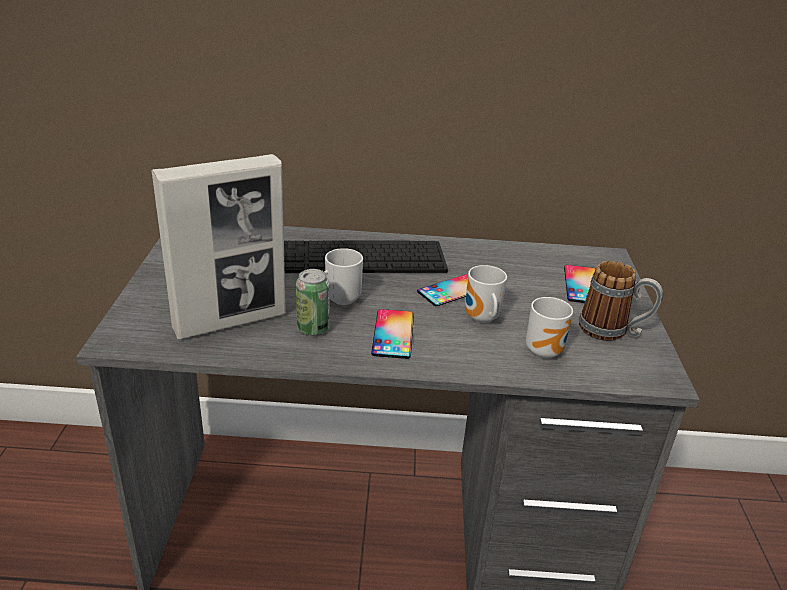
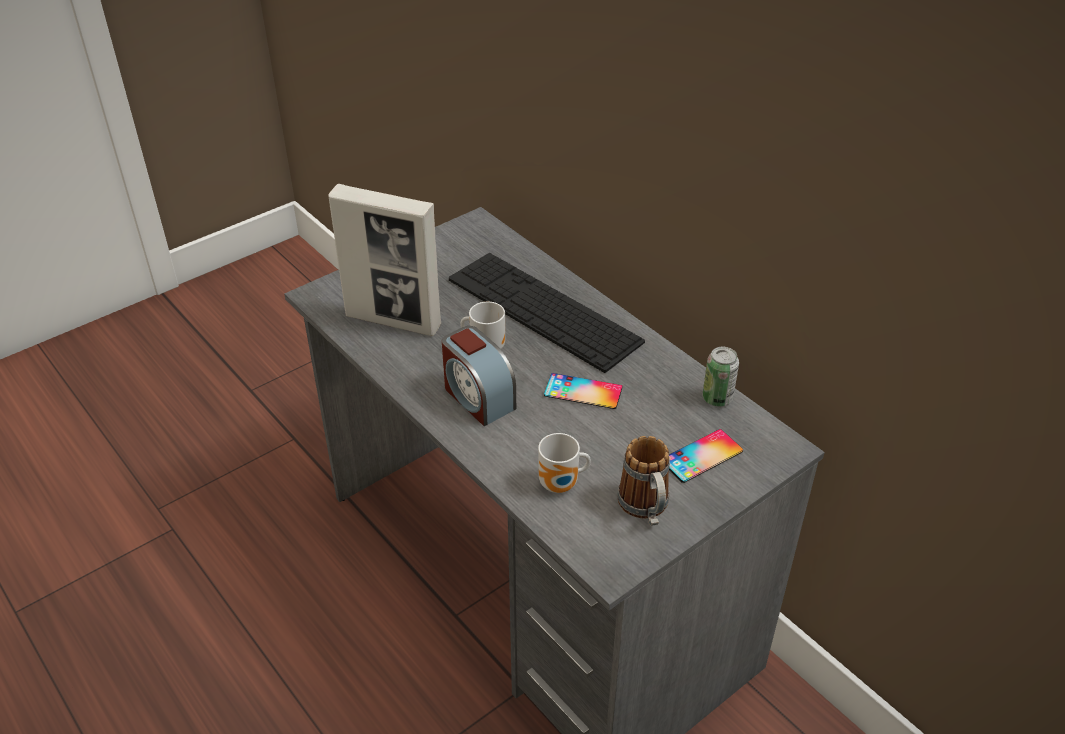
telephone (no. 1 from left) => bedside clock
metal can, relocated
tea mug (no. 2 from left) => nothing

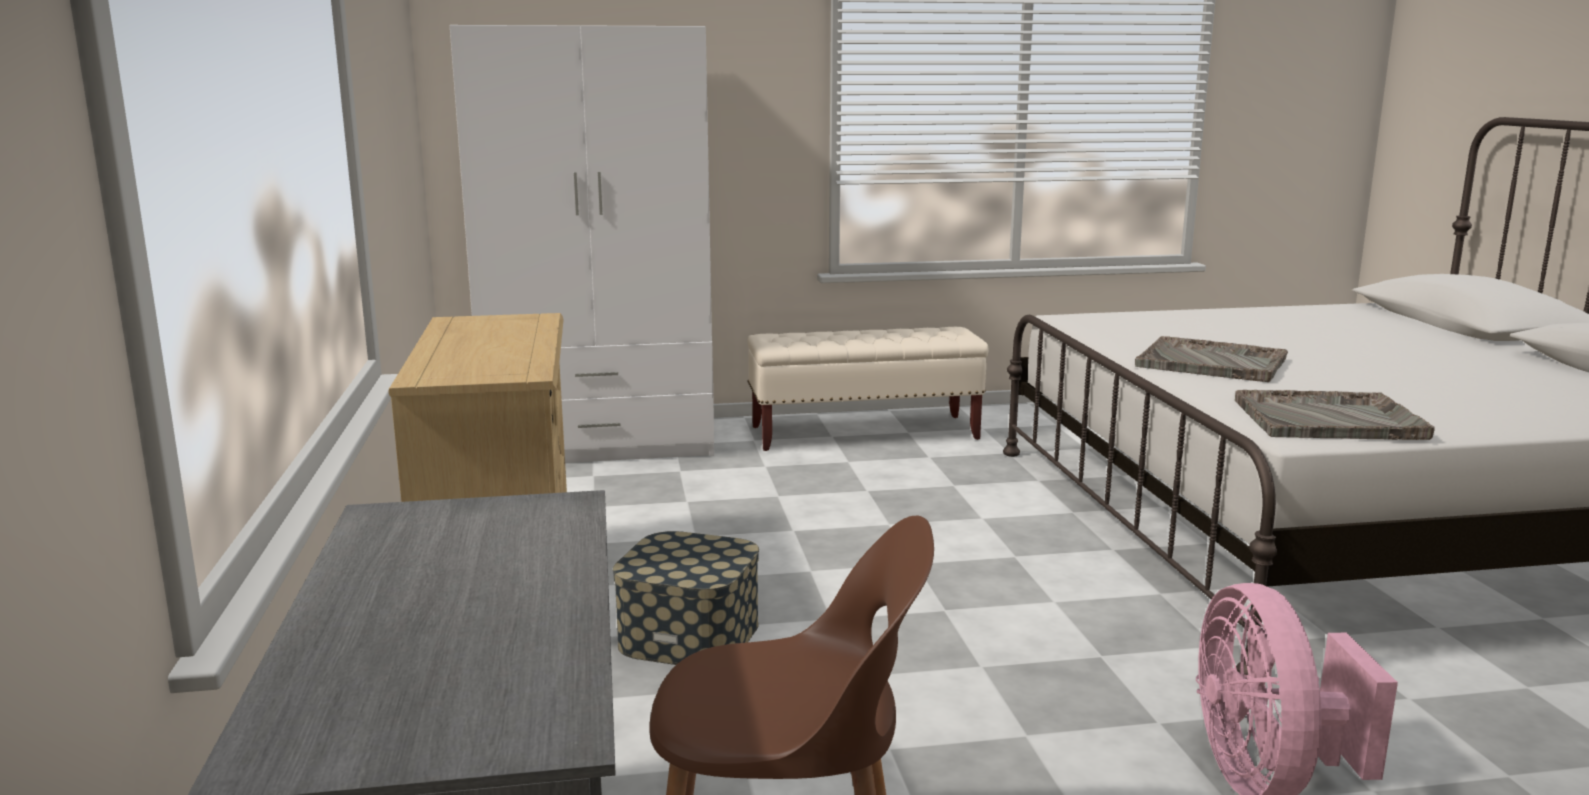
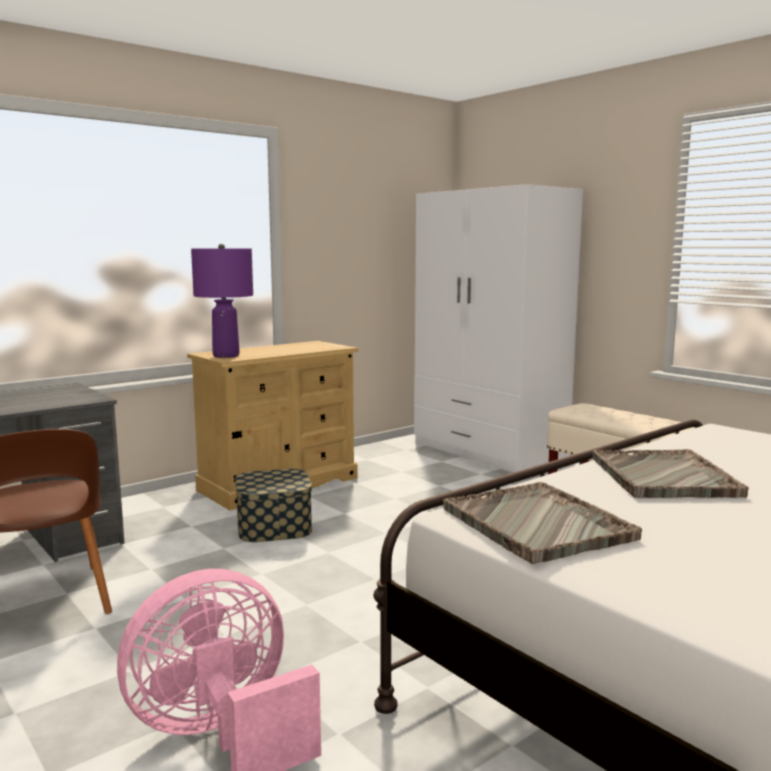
nothing => purplish lamp for a table

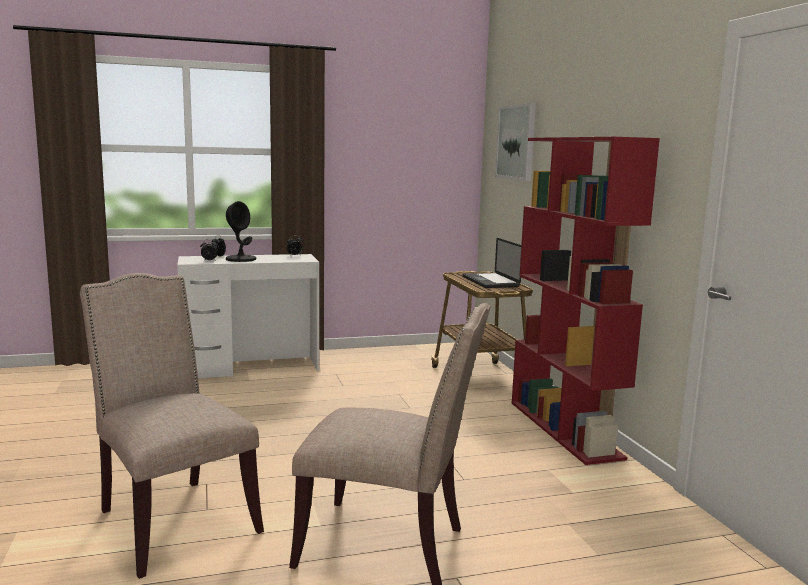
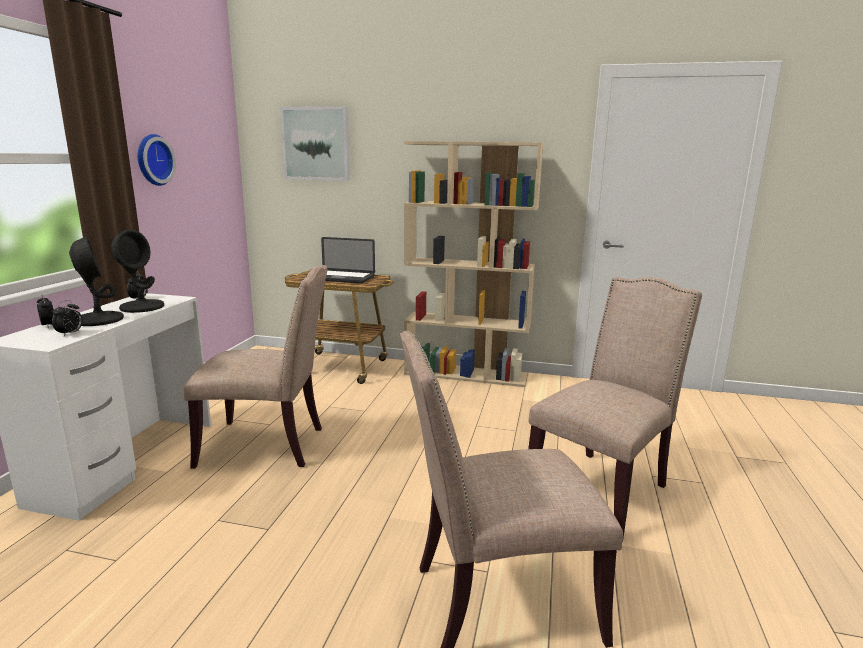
nothing => black lamp for a table (no. 2 from left)
nothing => clock on the wall
nothing => beige-coloured upright chair (no. 1 from left)
red-coloured bookcase => beige-coloured bookcase

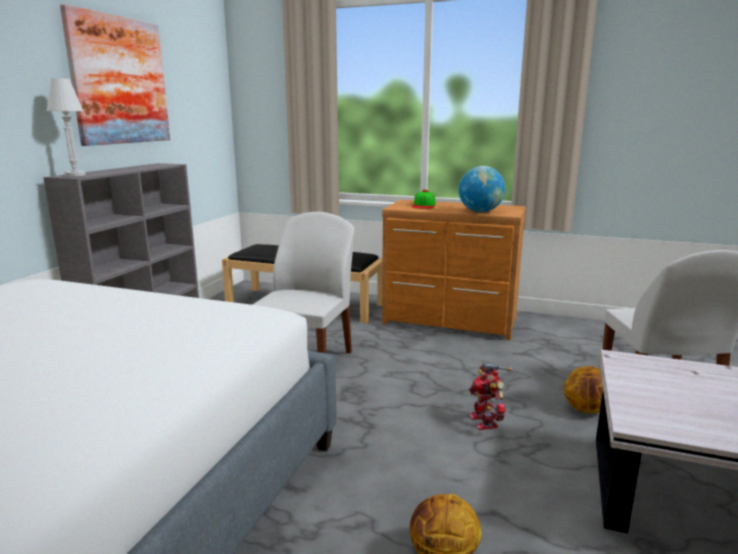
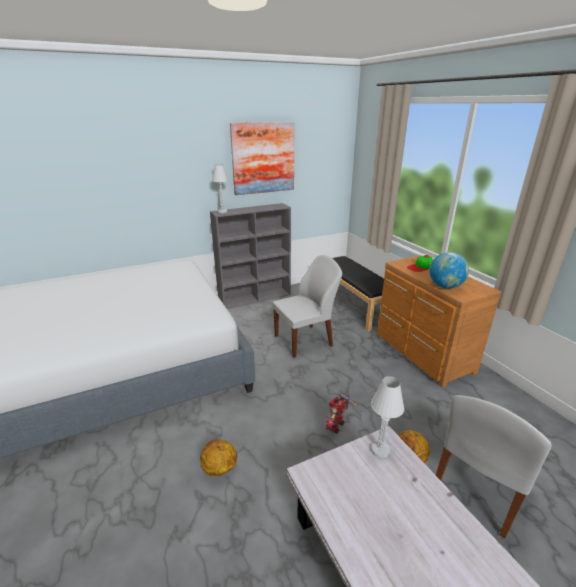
nothing => white lamp for a table (no. 2 from left)

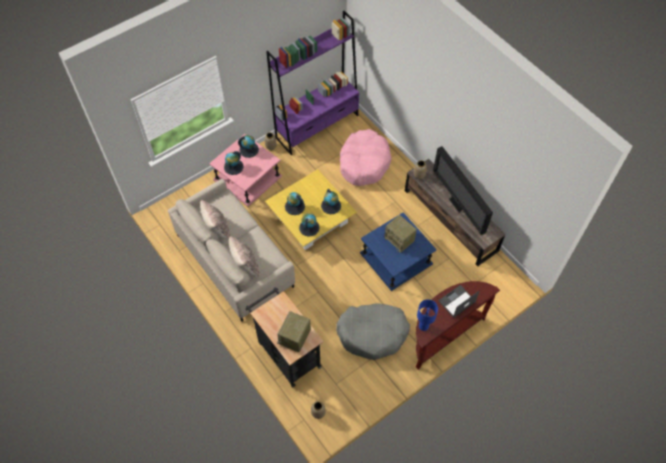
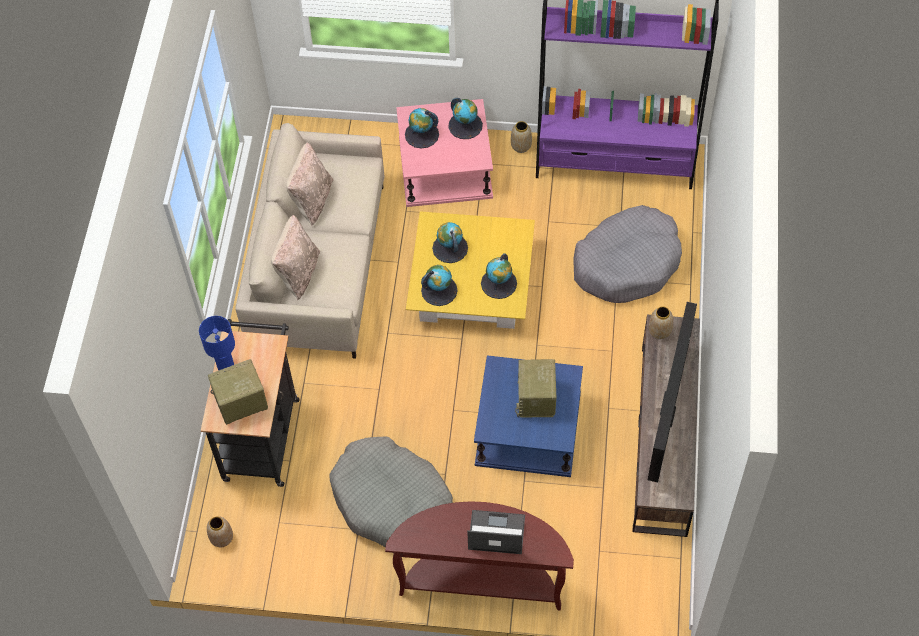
blue-coloured lamp for a table, relocated
pink-coloured pet bed => gray pet bed (no. 2 from left)

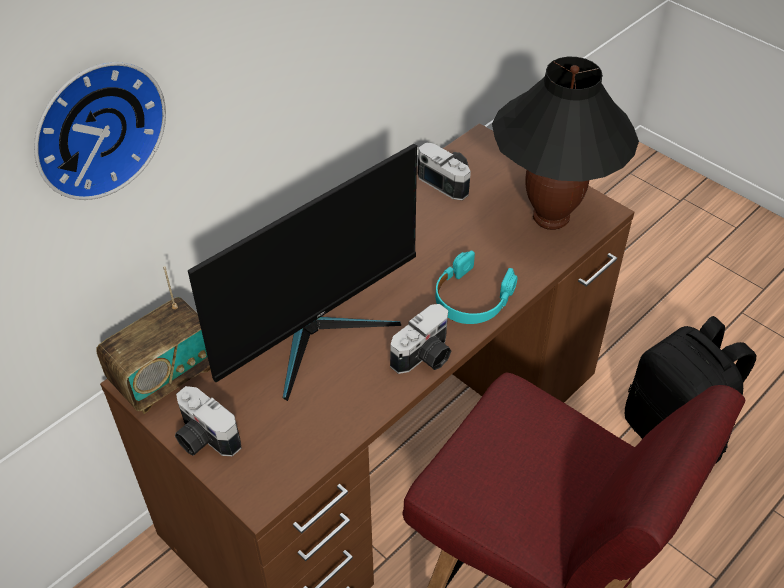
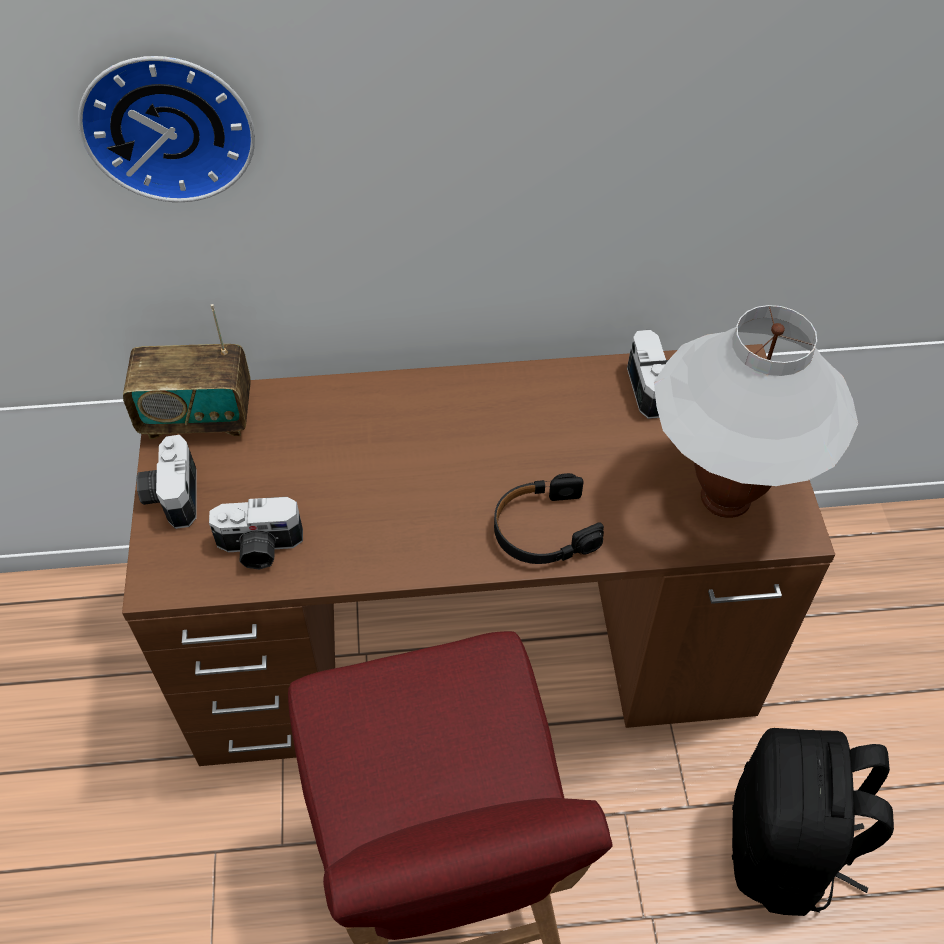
photo camera (no. 2 from left), relocated
blue-green pair of headphones => black pair of headphones
black lamp for a table => white lamp for a table
computer display => nothing

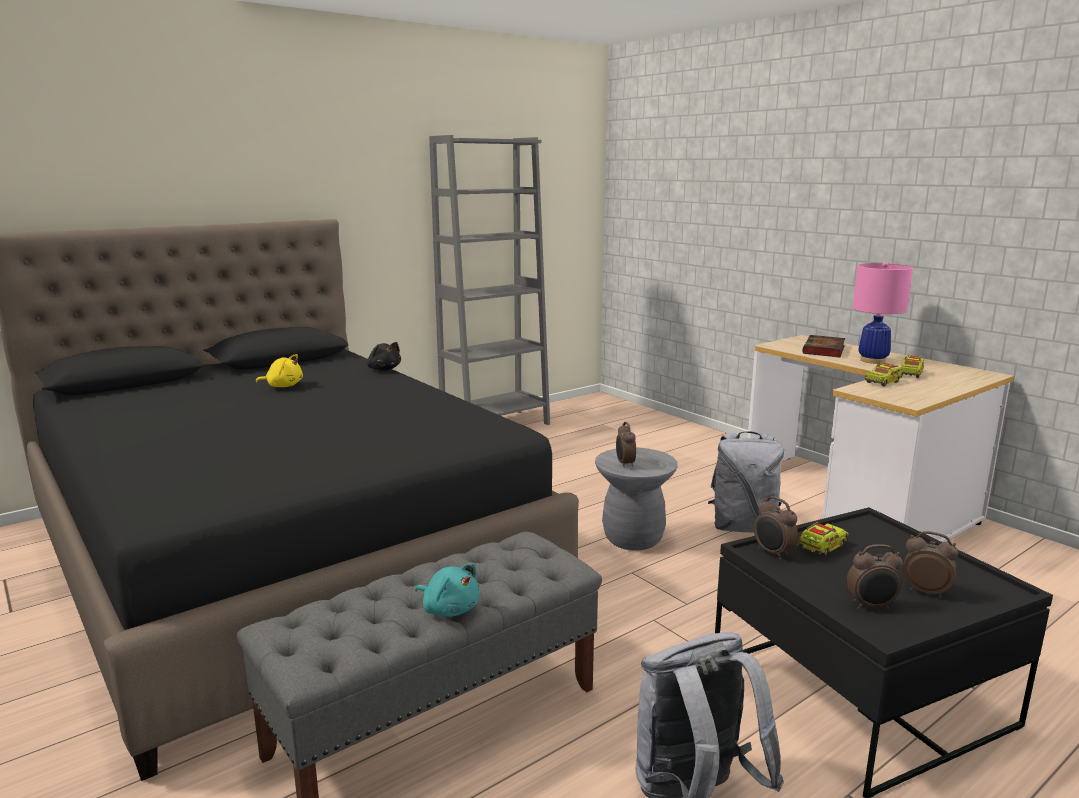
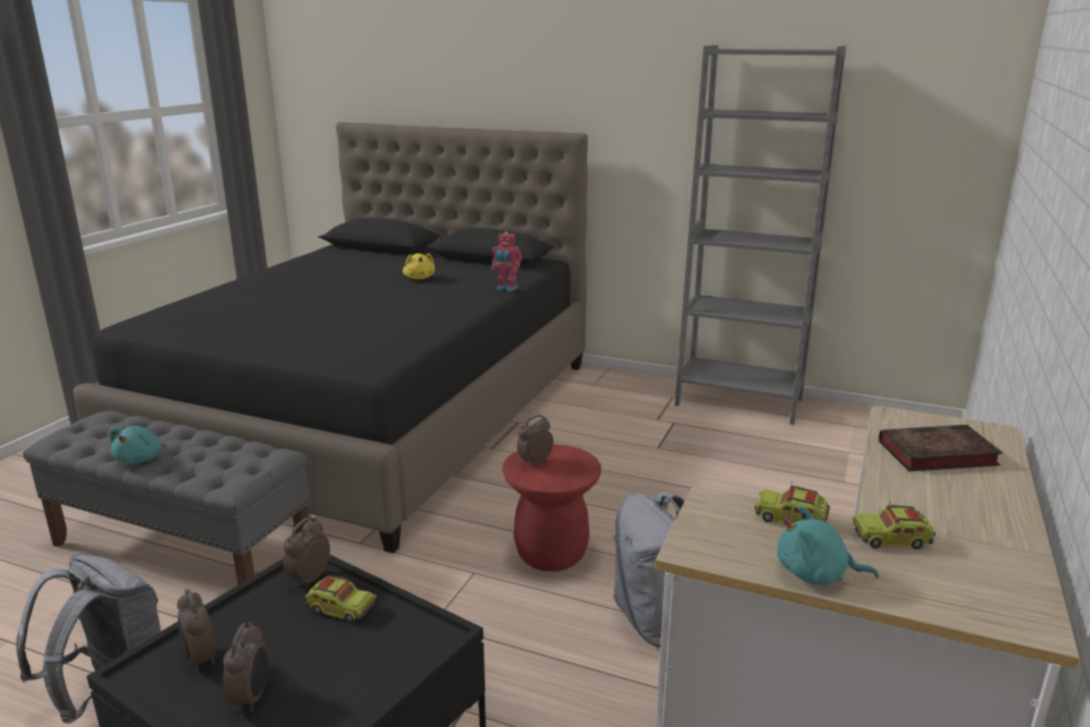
black plush toy => toy robot
gray stool => red-coloured stool
nothing => blue-green plush toy (no. 2 from left)
pink-coloured lamp for a table => nothing

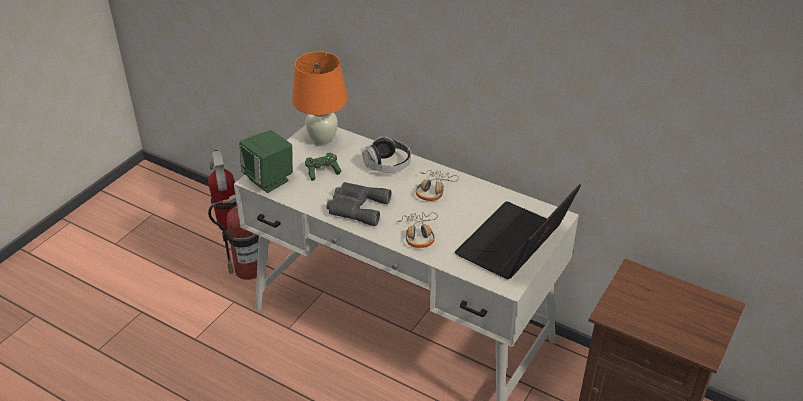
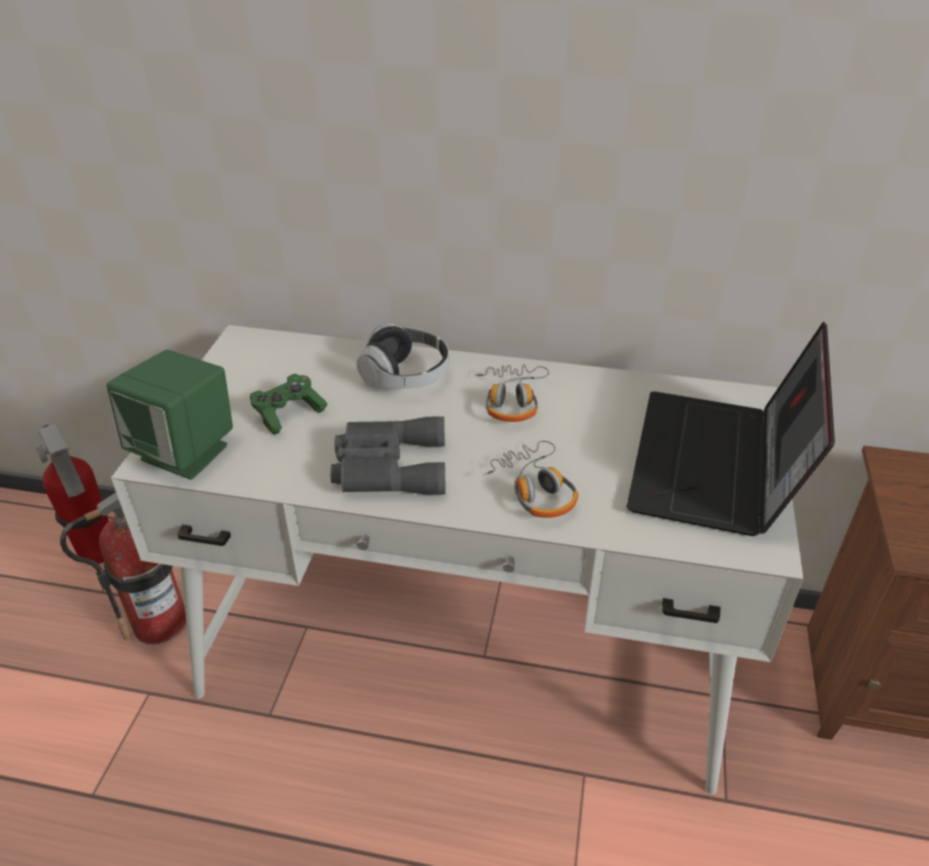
orange-coloured lamp for a table => nothing

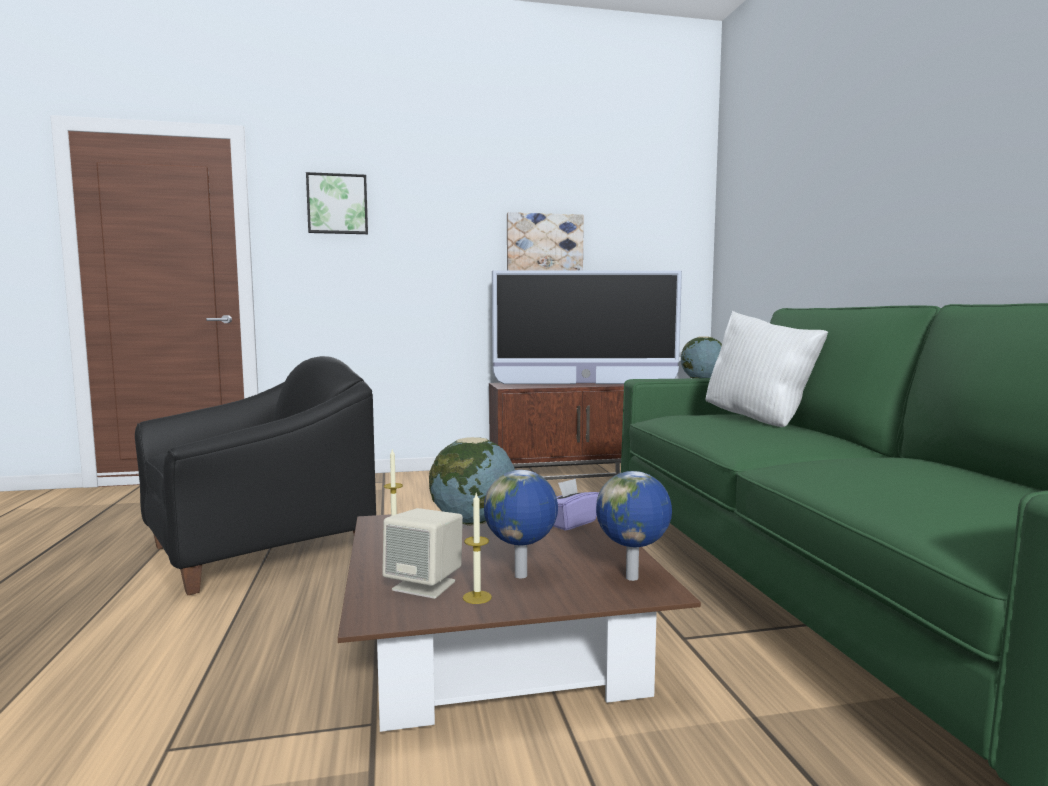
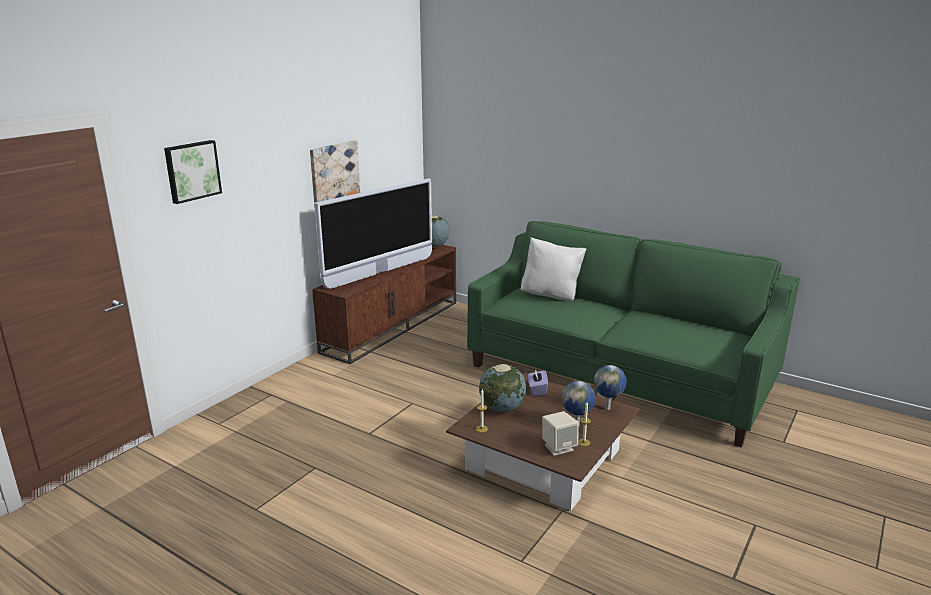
black armchair => nothing

